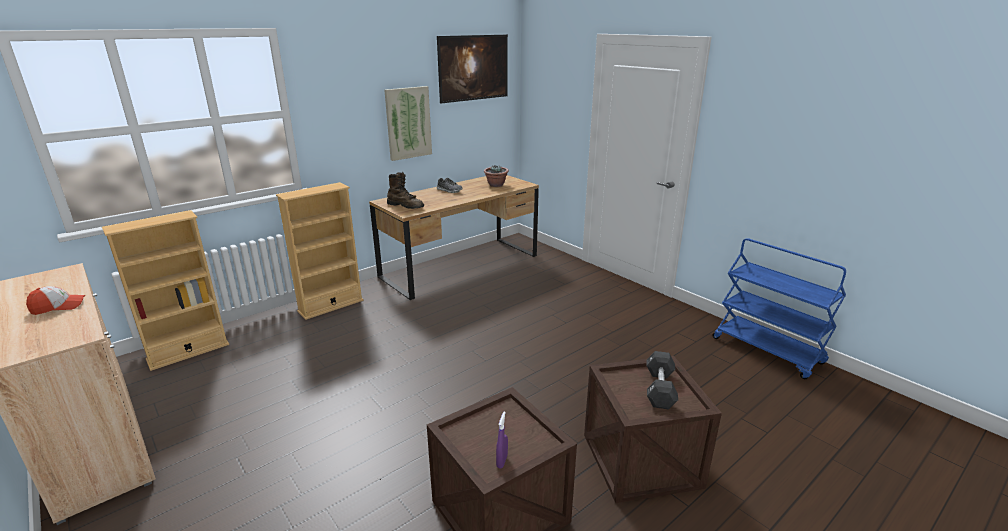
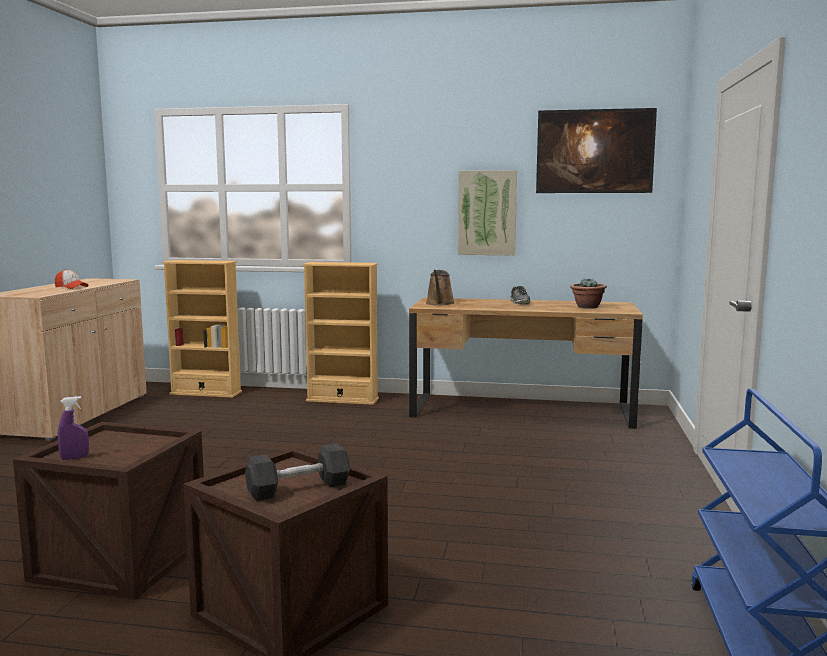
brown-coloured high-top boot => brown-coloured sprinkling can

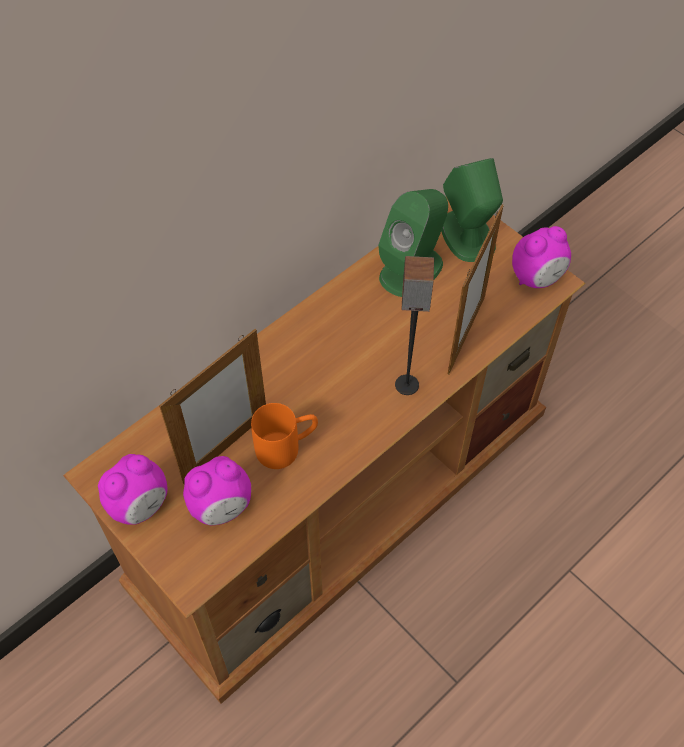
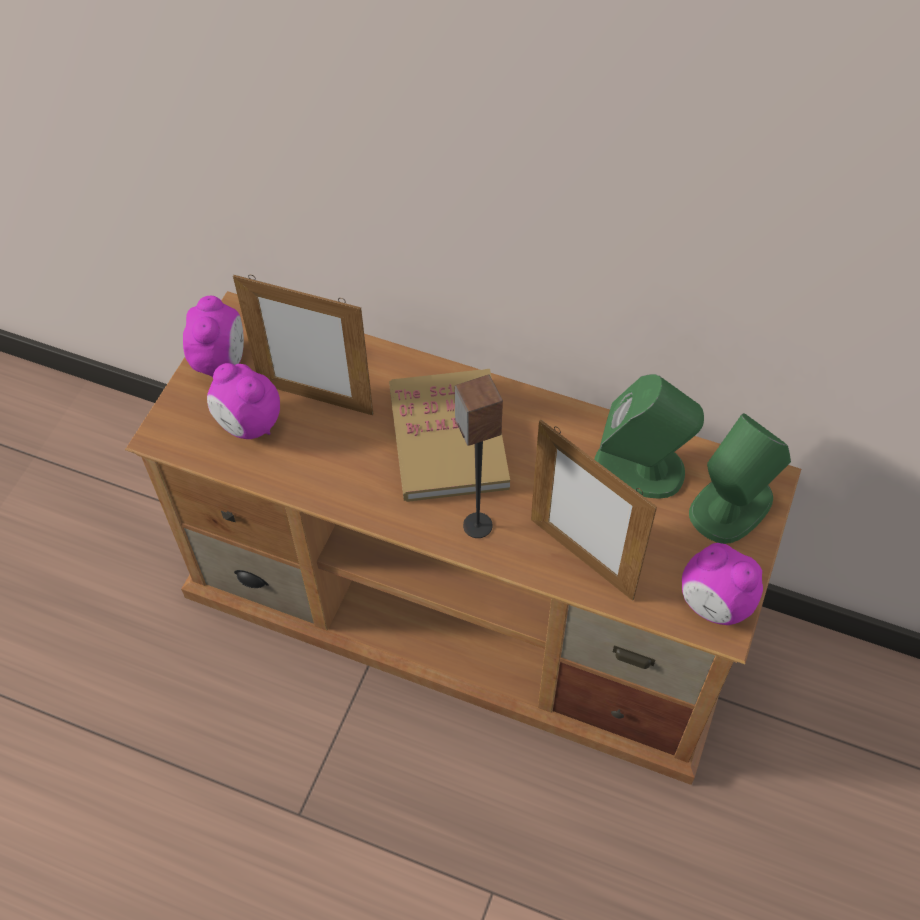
bedside clock (no. 1 from left), 105 degrees counterclockwise
nothing => book
standing frame (no. 2 from left), 45 degrees clockwise
orange-coloured tea mug => nothing

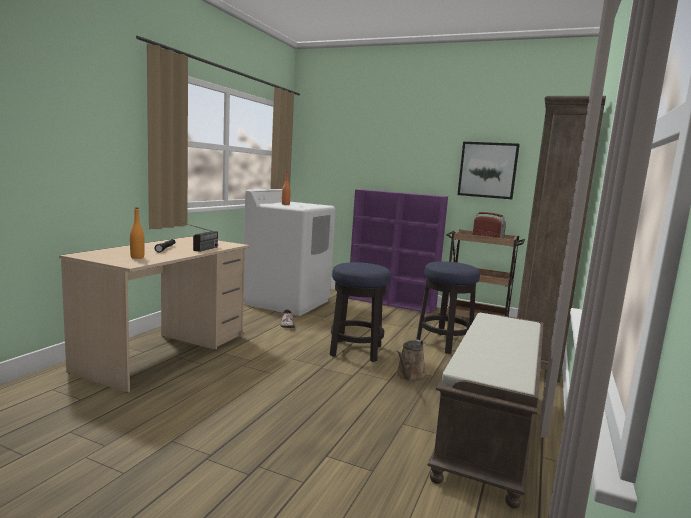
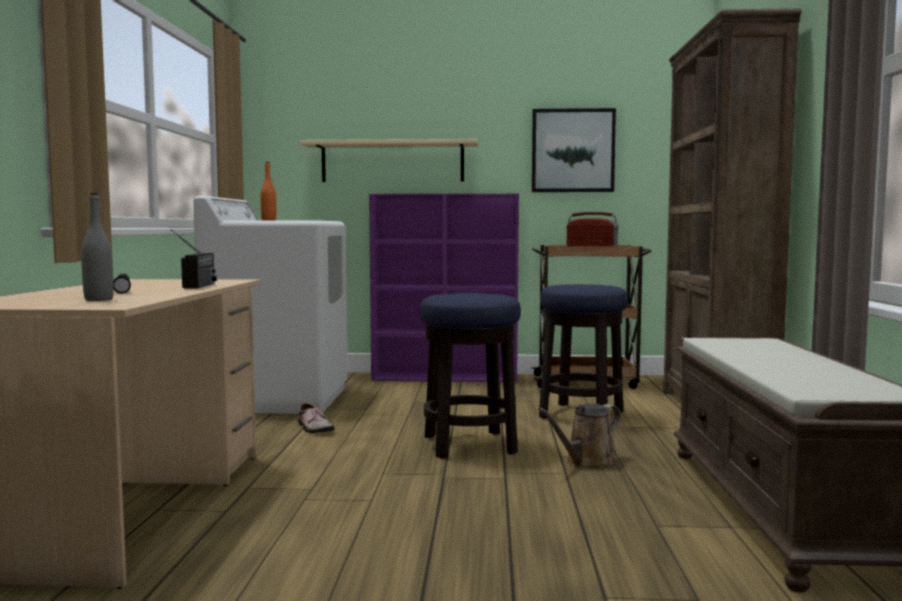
orange-coloured drink bottle (no. 1 from left) => gray drink bottle
nothing => beige-coloured bracket shelf
brown-coloured sprinkling can, 45 degrees clockwise

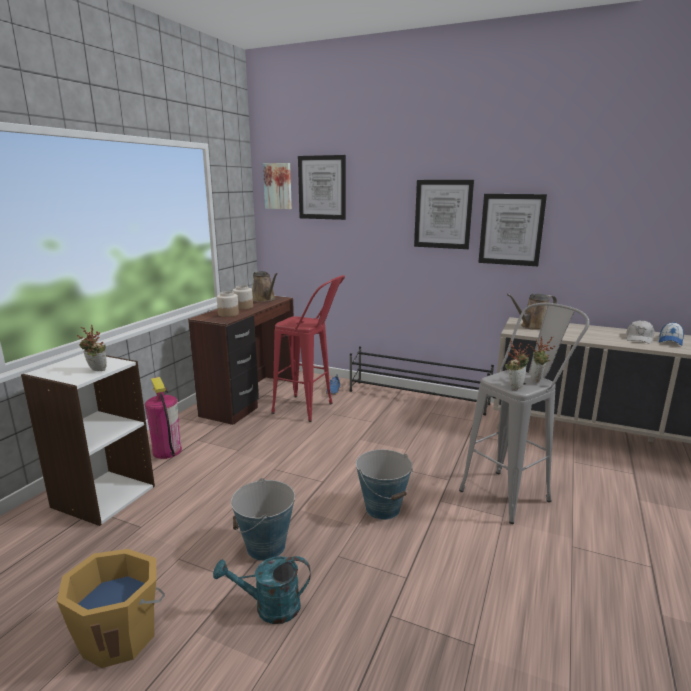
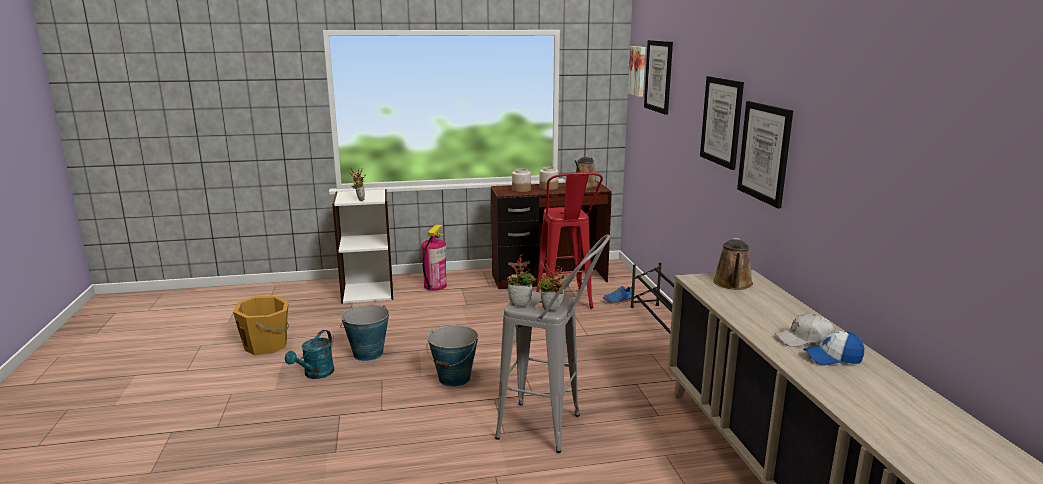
blue-green sprinkling can, 120 degrees counterclockwise
brown-coloured sprinkling can (no. 2 from left), 105 degrees counterclockwise

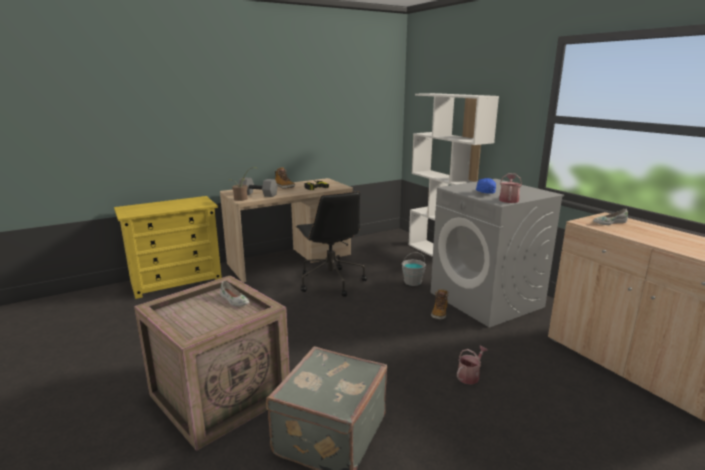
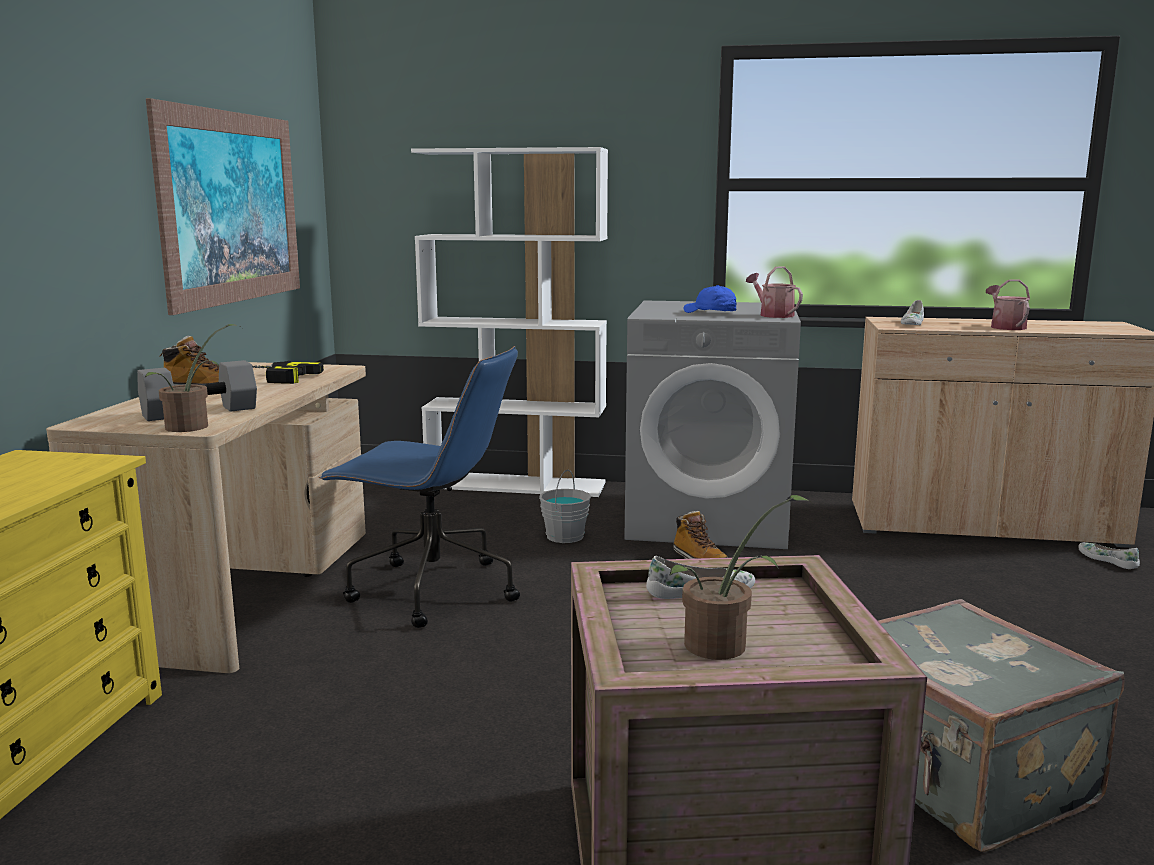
nothing => picture
black office chair => blue-coloured office chair
nothing => houseplant (no. 2 from left)
sprinkling can (no. 1 from left in the first image) => sprinkling can (no. 2 from left), relocated
nothing => white low shoe (no. 3 from left)

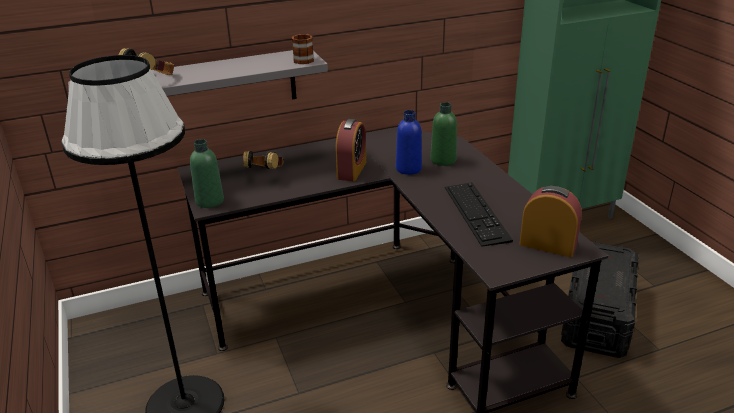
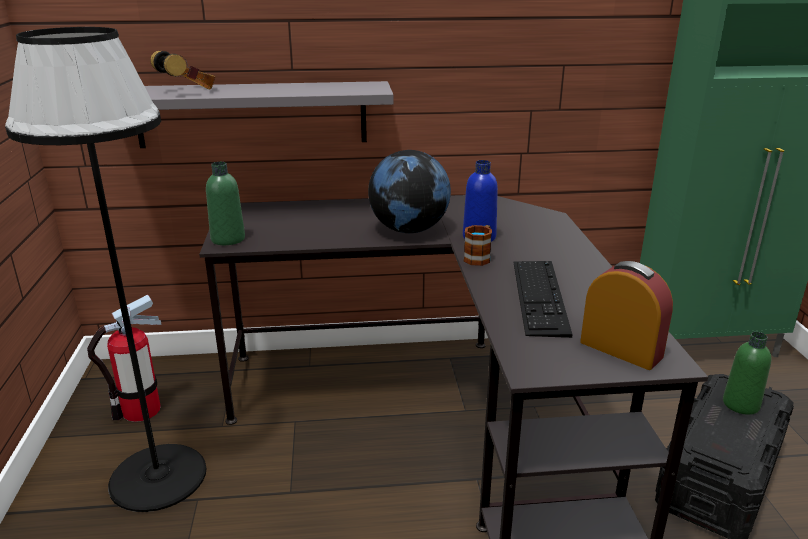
nothing => extinguisher
bedside clock (no. 1 from left) => globe
tea mug, relocated
green-coloured drink bottle (no. 2 from left), relocated
pair of headphones (no. 2 from left) => nothing

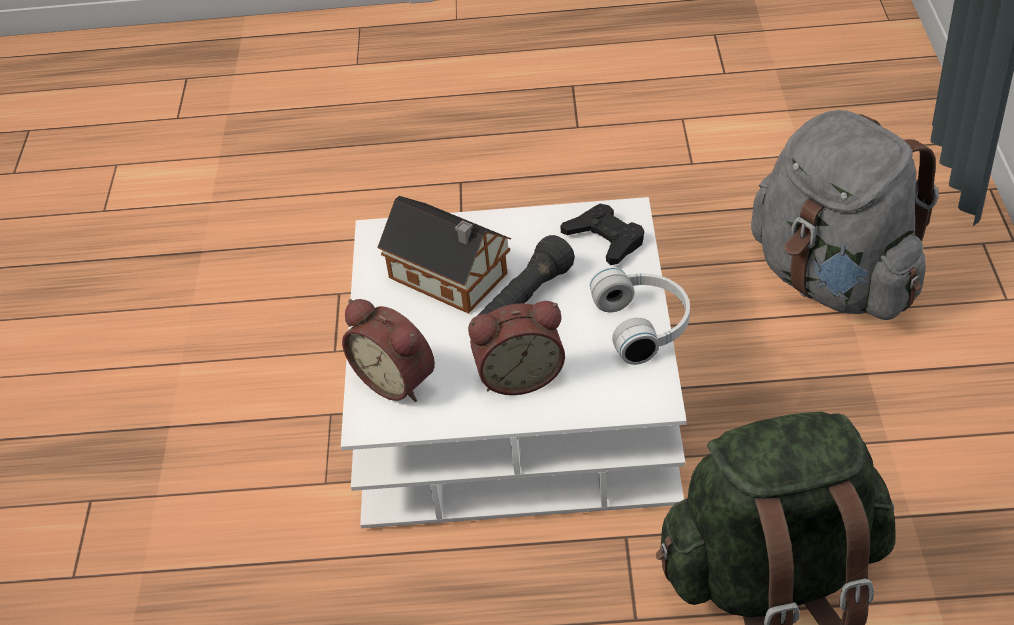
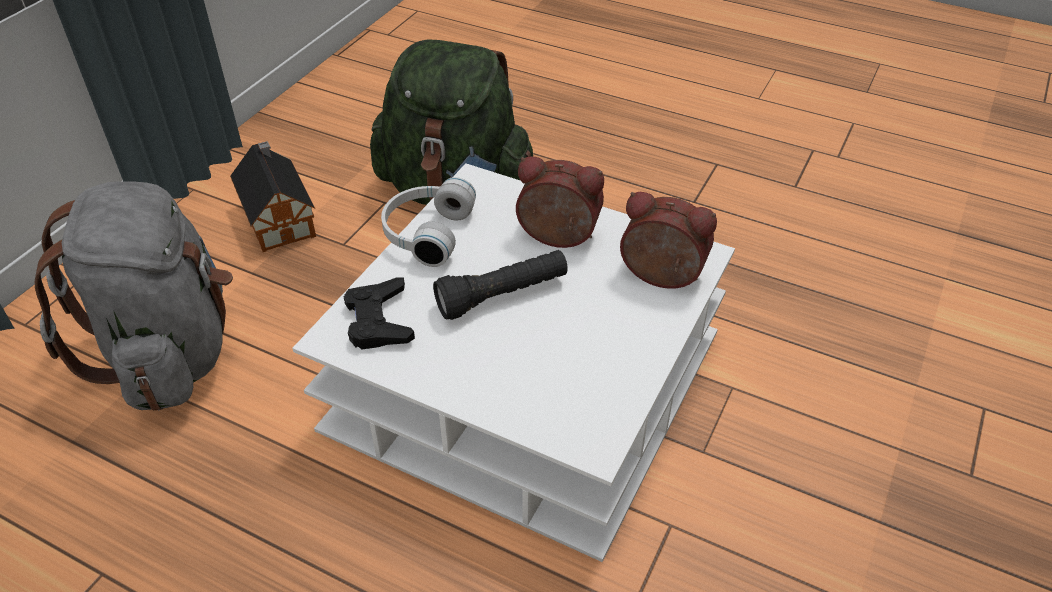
miniature house, relocated
bedside clock (no. 1 from left in the first image) => bedside clock (no. 2 from left), 45 degrees counterclockwise

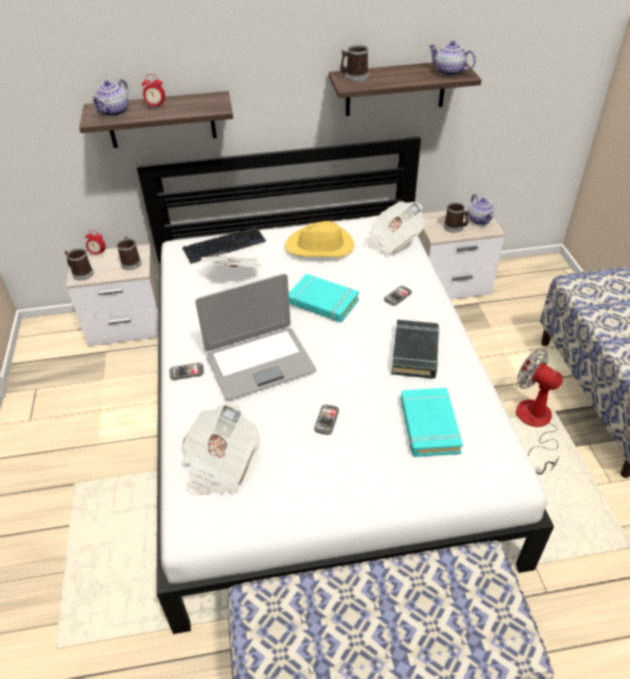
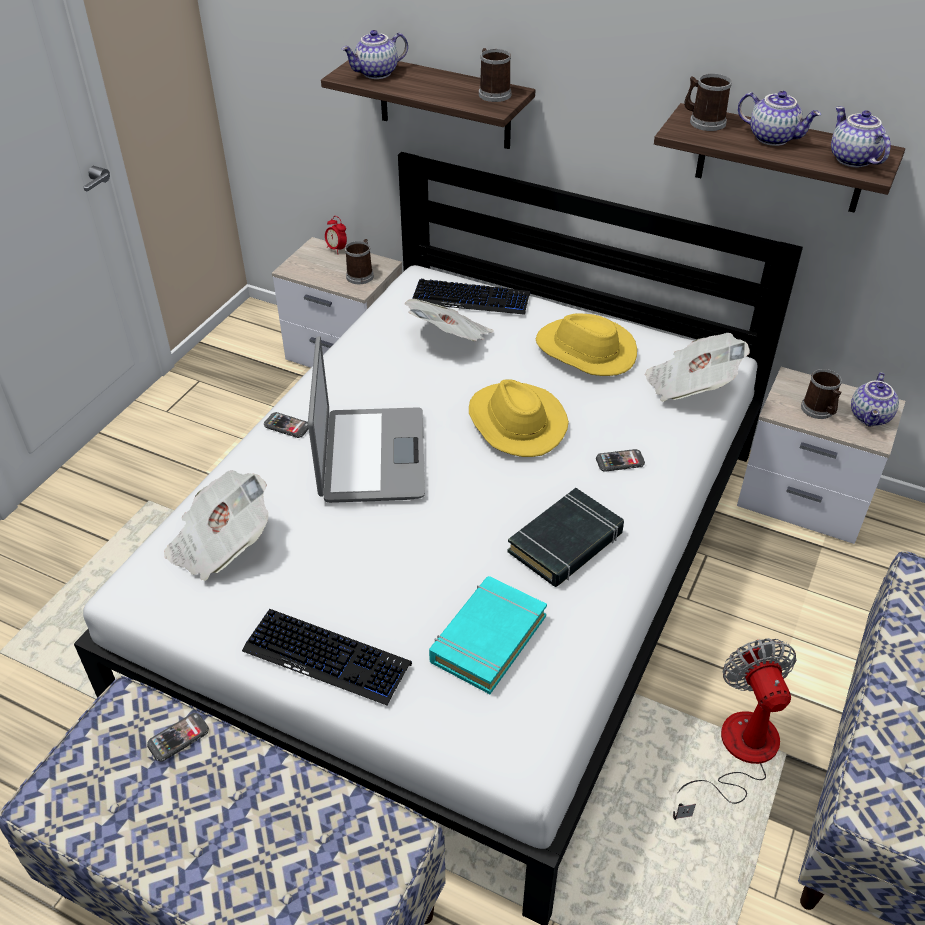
telephone (no. 2 from left in the first image) => telephone (no. 1 from left), relocated
nothing => computer keyboard (no. 1 from left)
notebook computer, 105 degrees counterclockwise
blue-green book (no. 1 from left) => yellow hat (no. 1 from left)
tea mug (no. 1 from left in the first image) => tea mug (no. 2 from left), relocated
nothing => pot for tea (no. 2 from left)
bedside clock (no. 2 from left) => nothing

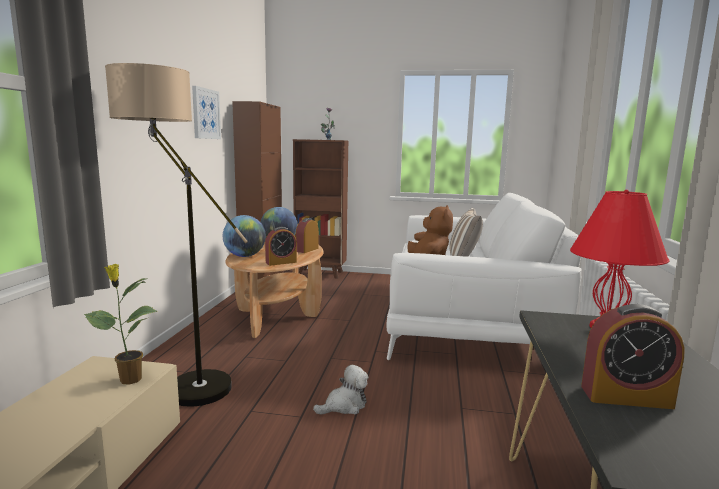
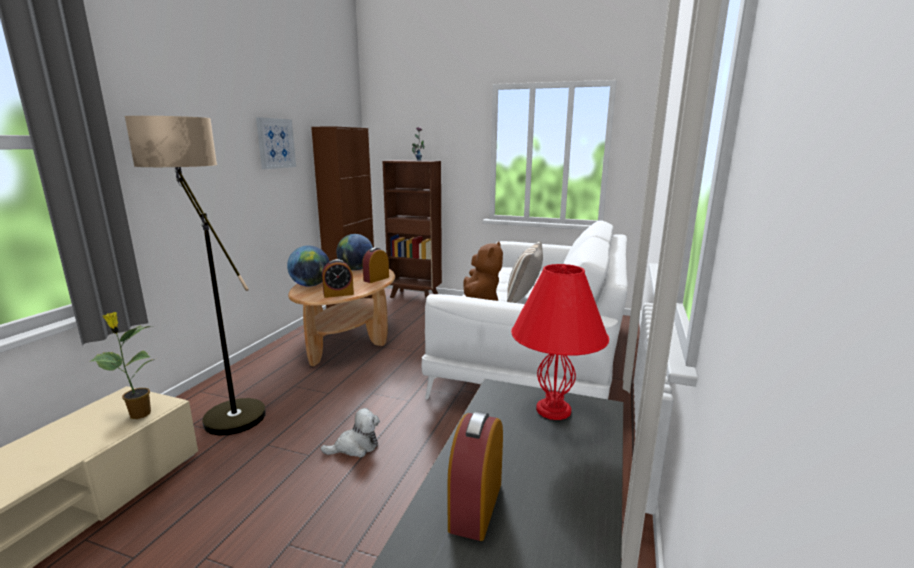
bedside clock (no. 3 from left), 90 degrees clockwise

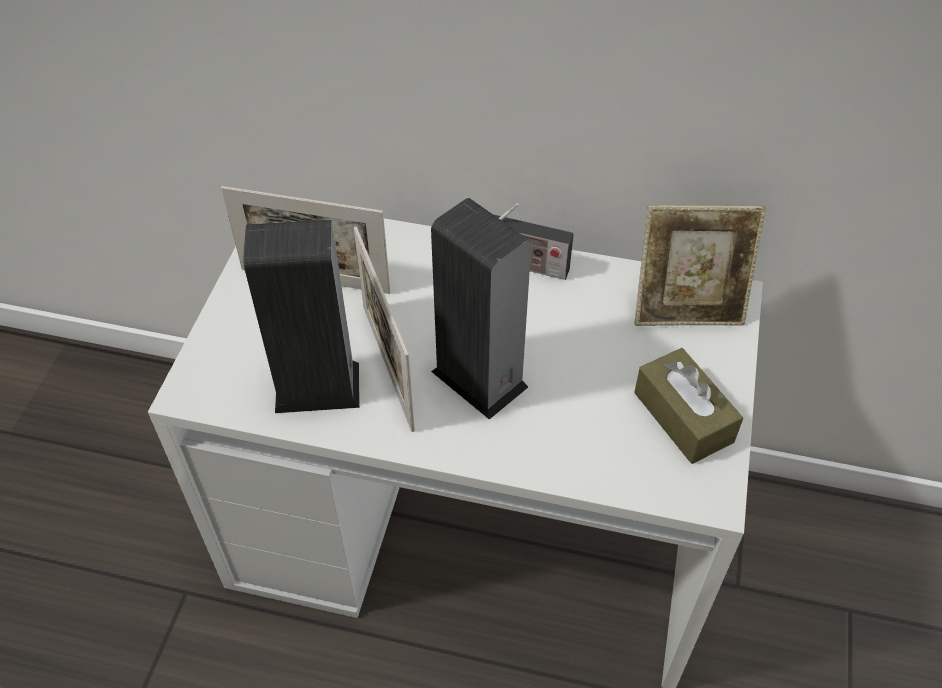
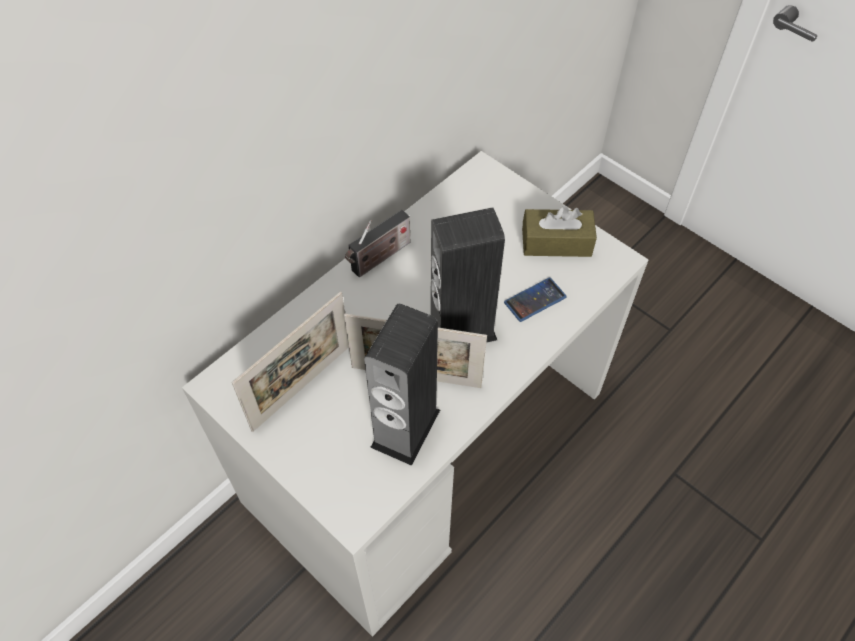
nothing => telephone
standing frame (no. 3 from left) => nothing

